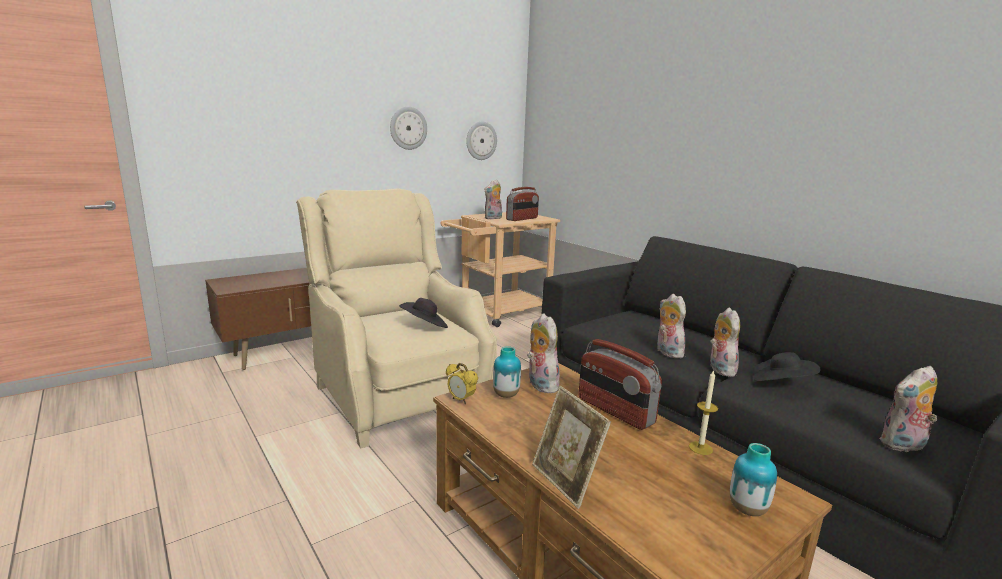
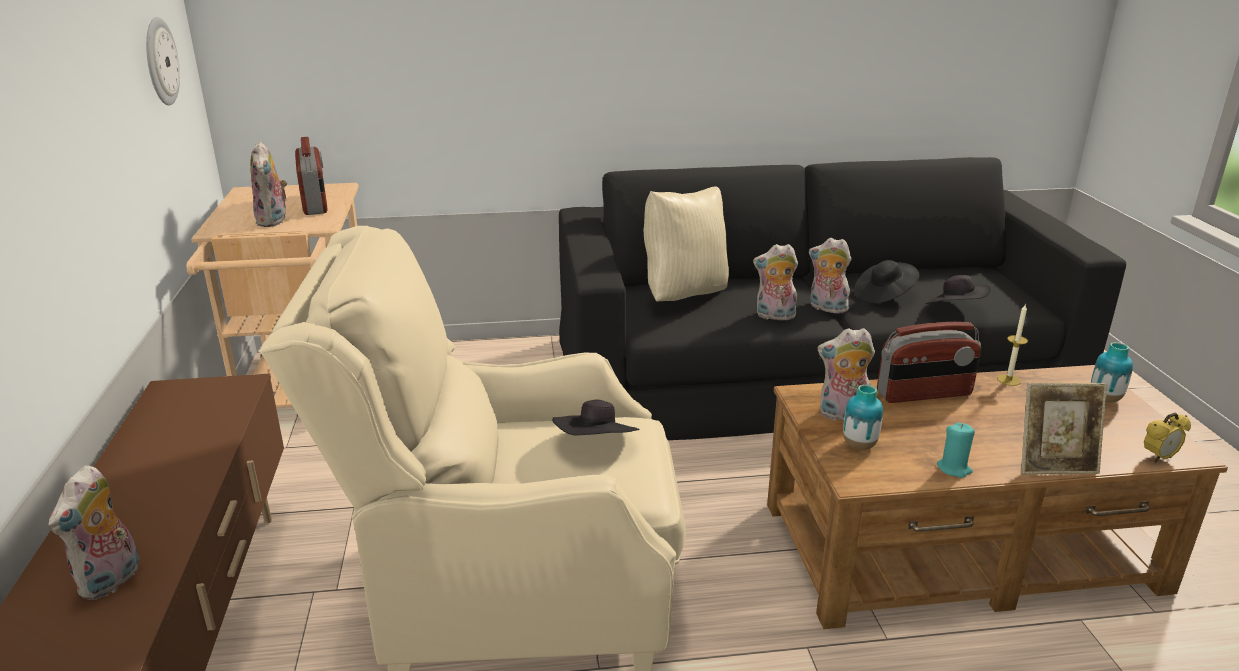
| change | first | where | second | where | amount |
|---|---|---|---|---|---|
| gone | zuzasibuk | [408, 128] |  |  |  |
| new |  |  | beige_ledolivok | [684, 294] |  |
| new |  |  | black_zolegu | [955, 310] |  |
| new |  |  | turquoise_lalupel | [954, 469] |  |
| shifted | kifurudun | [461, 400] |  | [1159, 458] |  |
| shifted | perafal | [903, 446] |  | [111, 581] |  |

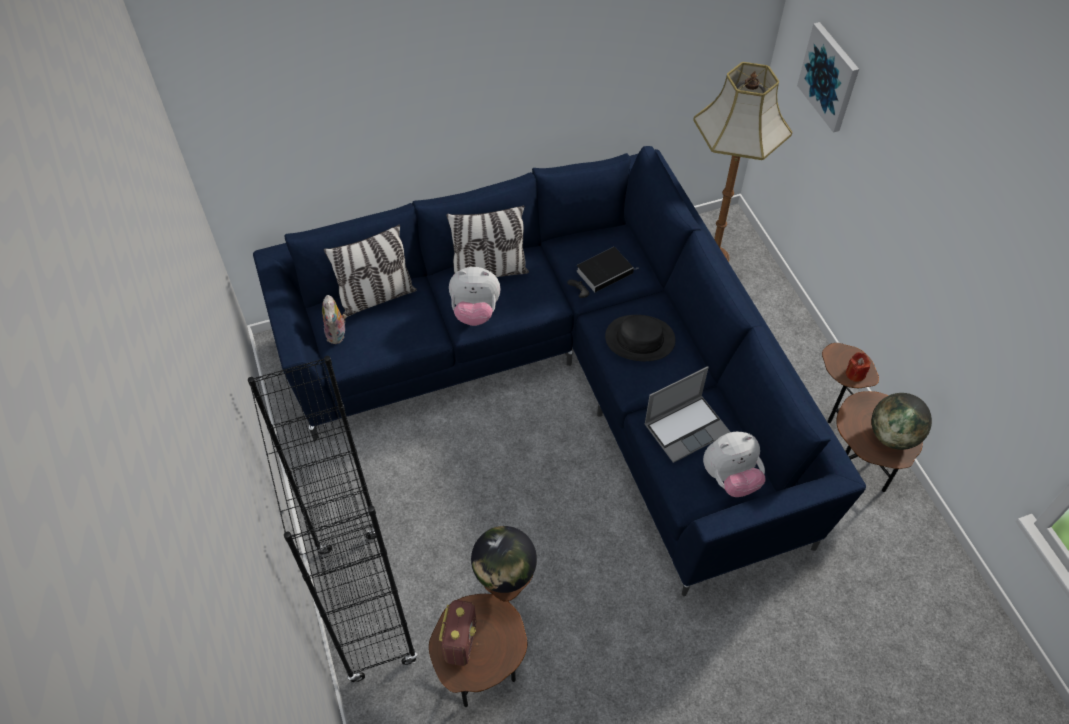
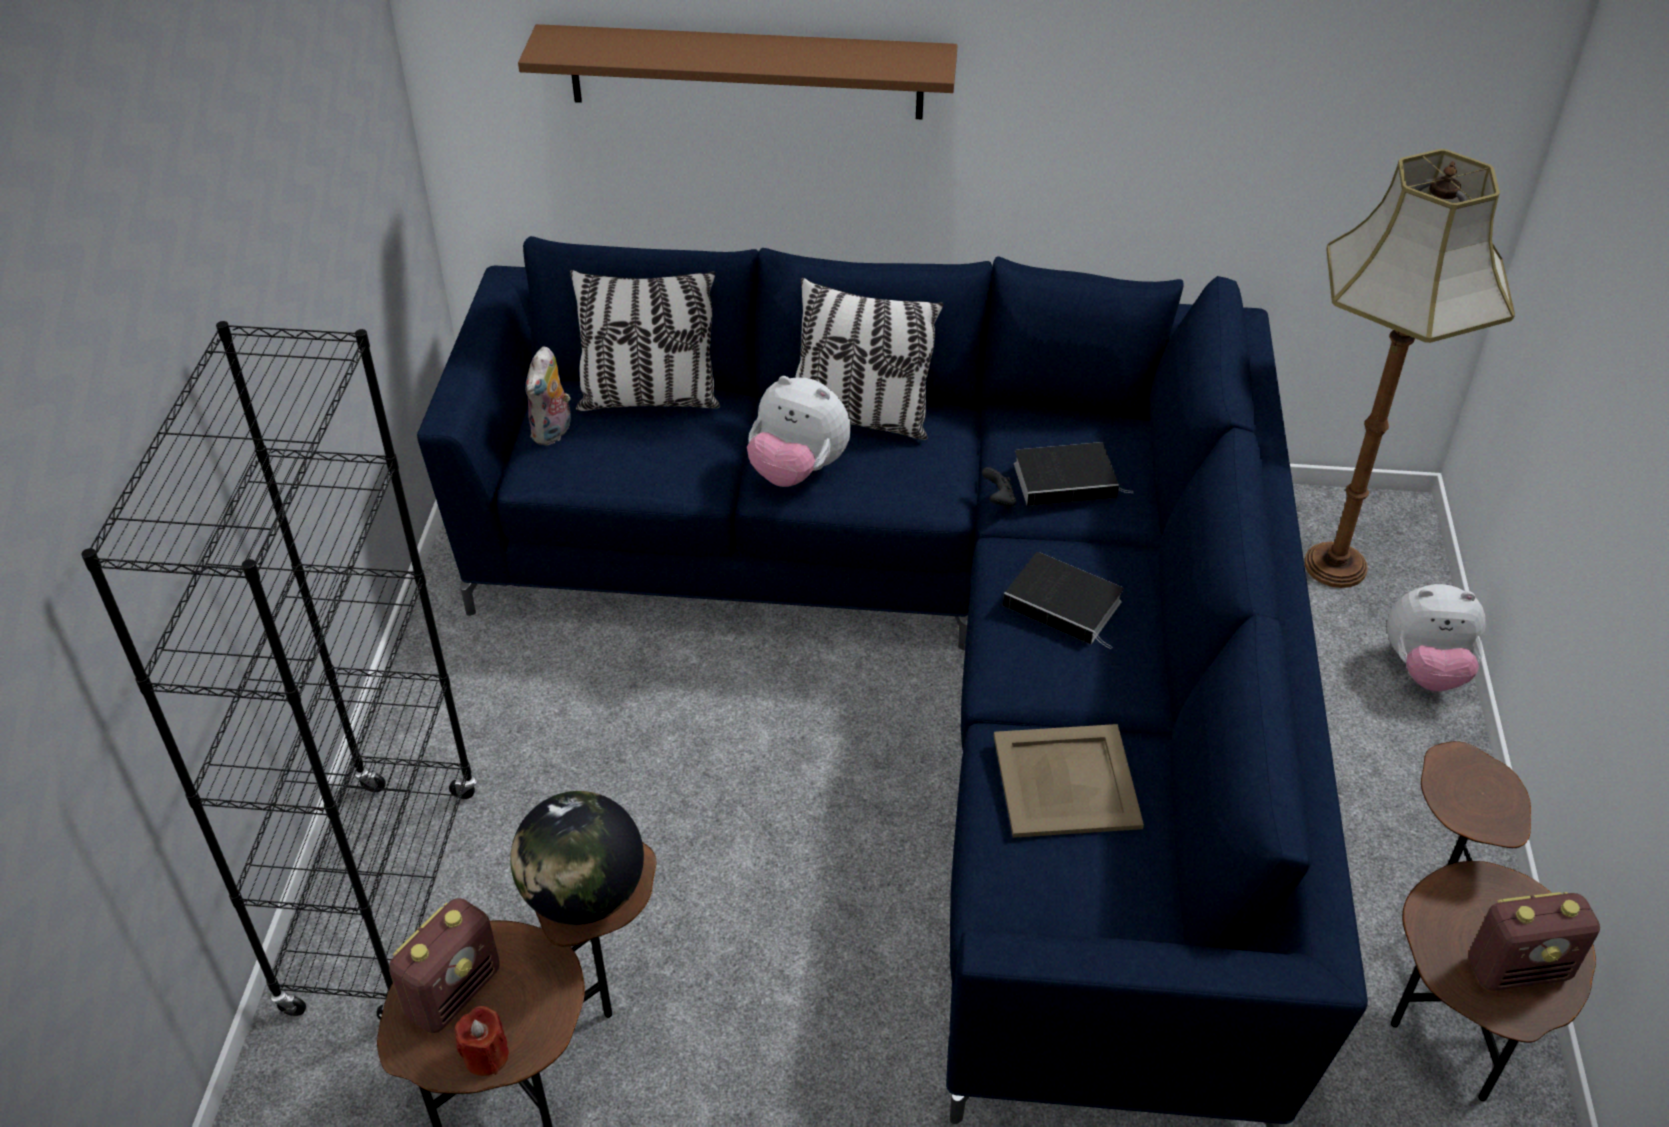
| change | first | where | second | where | amount |
|---|---|---|---|---|---|
| gone | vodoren | [829, 77] |  |  |  |
| new |  |  | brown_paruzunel | [746, 72] |  |
| shifted | perafal | [730, 478] |  | [1425, 669] |  |
| shifted | red_lalupel | [855, 374] |  | [486, 1056] |  |
| swapped | black_zolegu | [640, 339] | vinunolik | [1066, 604] |  |
| swapped | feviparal | [686, 428] | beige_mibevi | [1067, 780] |  |
| swapped | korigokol | [892, 436] | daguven | [1519, 969] |  |

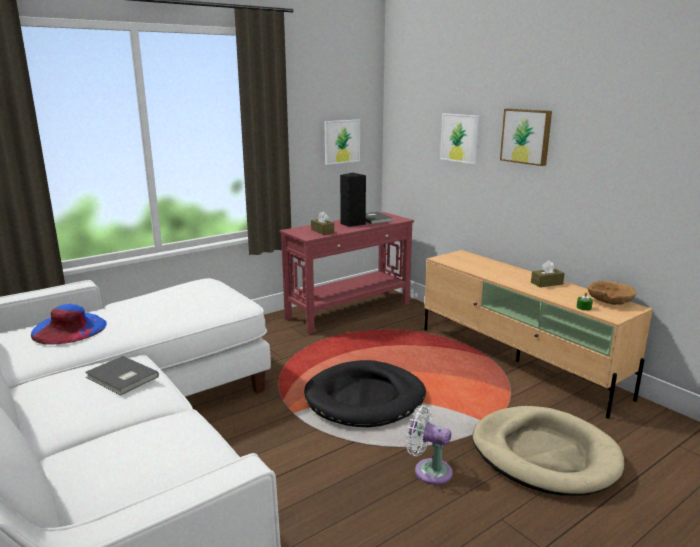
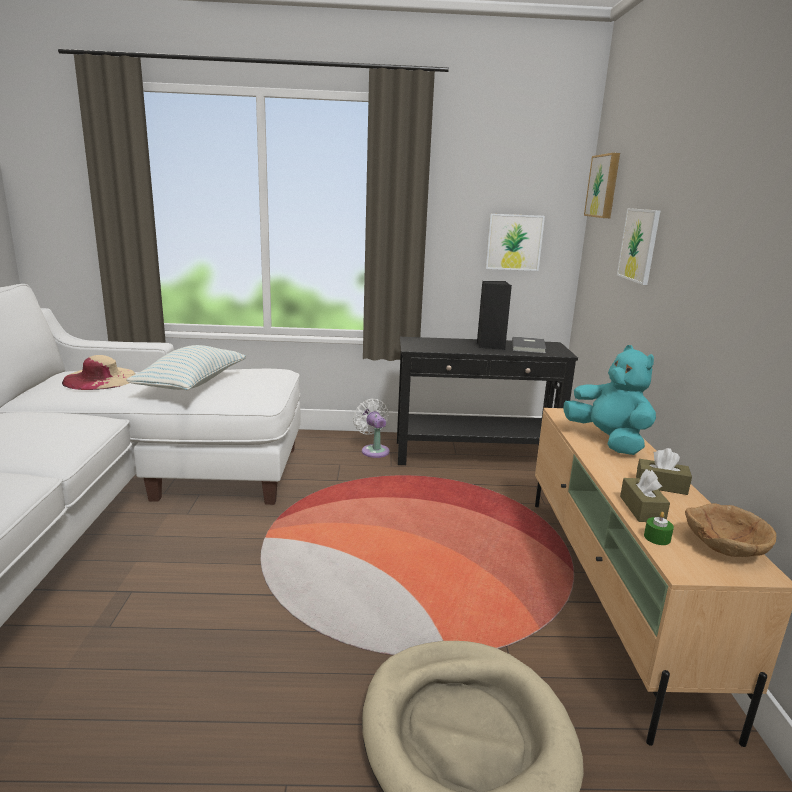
| change | first | where | second | where | amount |
|---|---|---|---|---|---|
| gone | grey_vinunolik | [121, 378] |  |  |  |
| gone | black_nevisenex | [365, 398] |  |  |  |
| new |  |  | ledolivok | [192, 384] |  |
| new |  |  | turquoise_perafal | [608, 441] |  |
| shifted | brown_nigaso | [322, 231] |  | [642, 509] |  |
| shifted | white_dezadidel | [429, 470] |  | [374, 450] |  |
| shifted | vodoren | [526, 136] |  | [604, 186] |  |
| repainted | blue_zolegu | [69, 328] | beige_zolegu | [100, 379] |  |
| repainted | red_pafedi | [349, 311] | black_pafedi | [476, 455] |  |

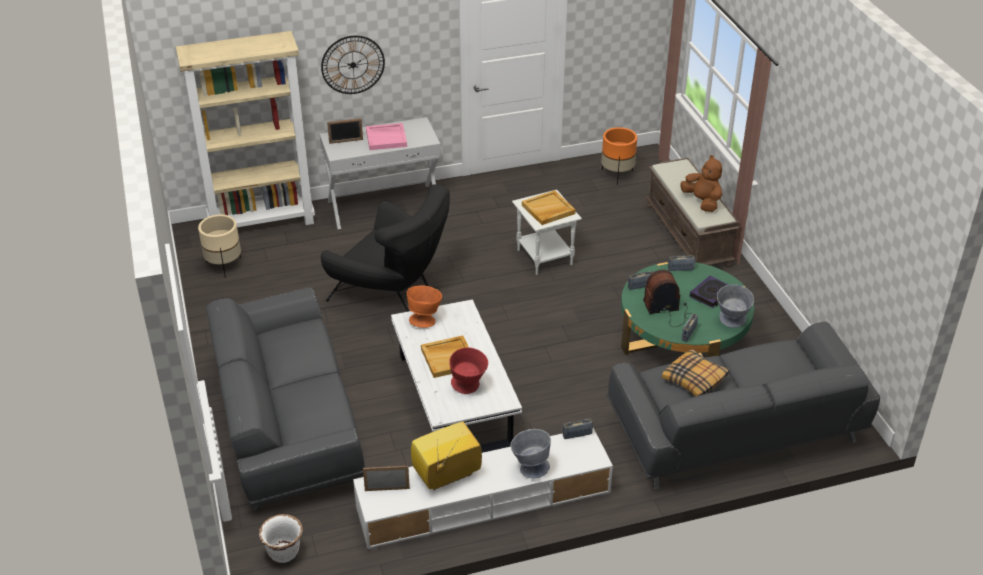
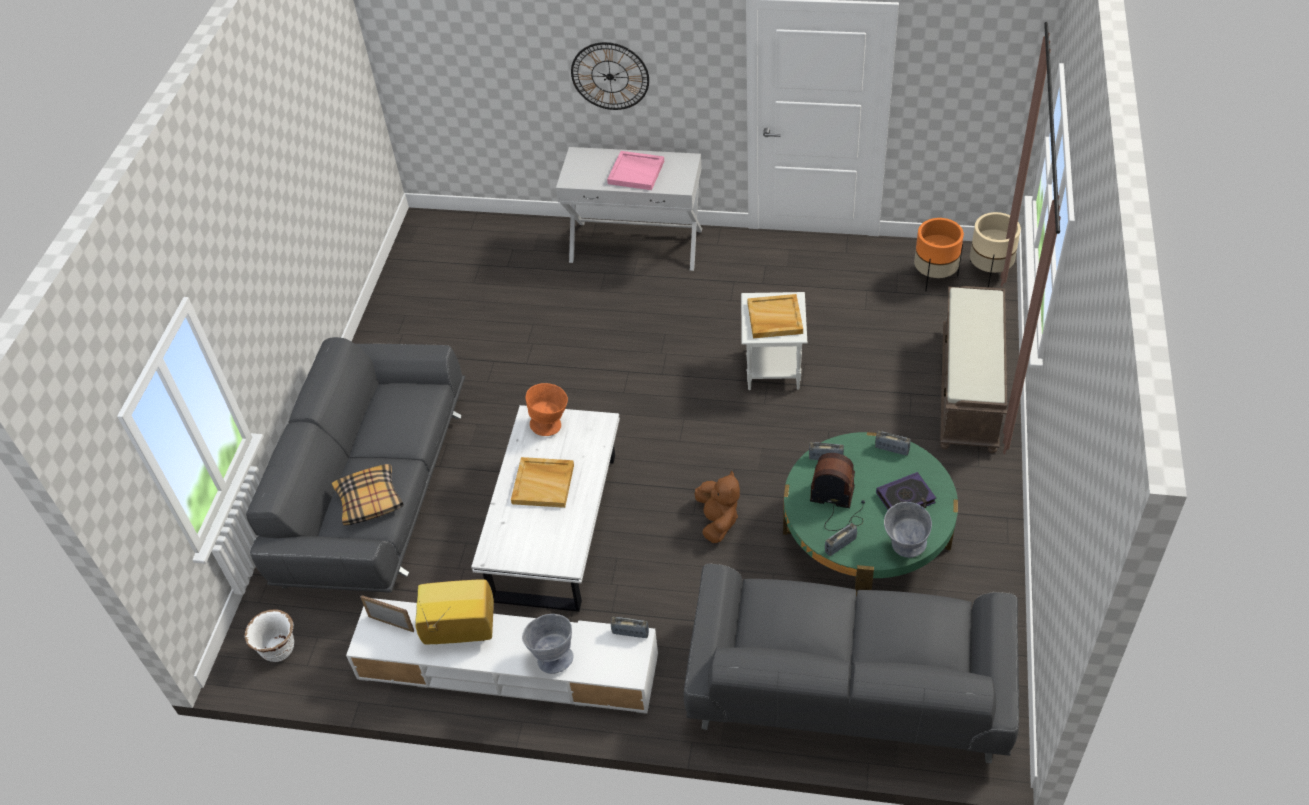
| change | first | where | second | where | amount |
|---|---|---|---|---|---|
| gone | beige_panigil | [262, 222] |  |  |  |
| gone | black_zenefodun | [392, 292] |  |  |  |
| gone | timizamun | [346, 141] |  |  |  |
| gone | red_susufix | [469, 387] |  |  |  |
| shifted | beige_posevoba | [224, 265] |  | [989, 271] |  |
| shifted | ledolivok | [695, 380] |  | [369, 500] |  |
| shifted | brown_perafal | [702, 202] |  | [718, 521] |  |

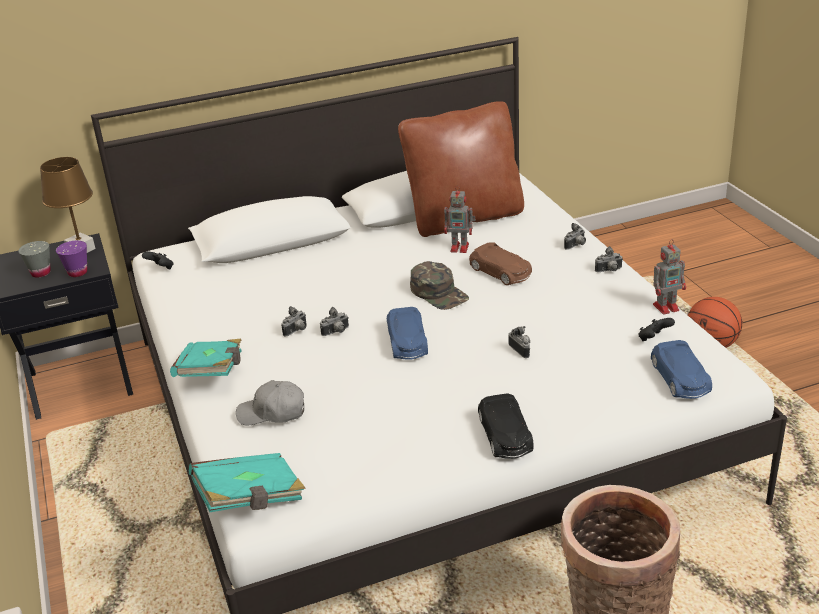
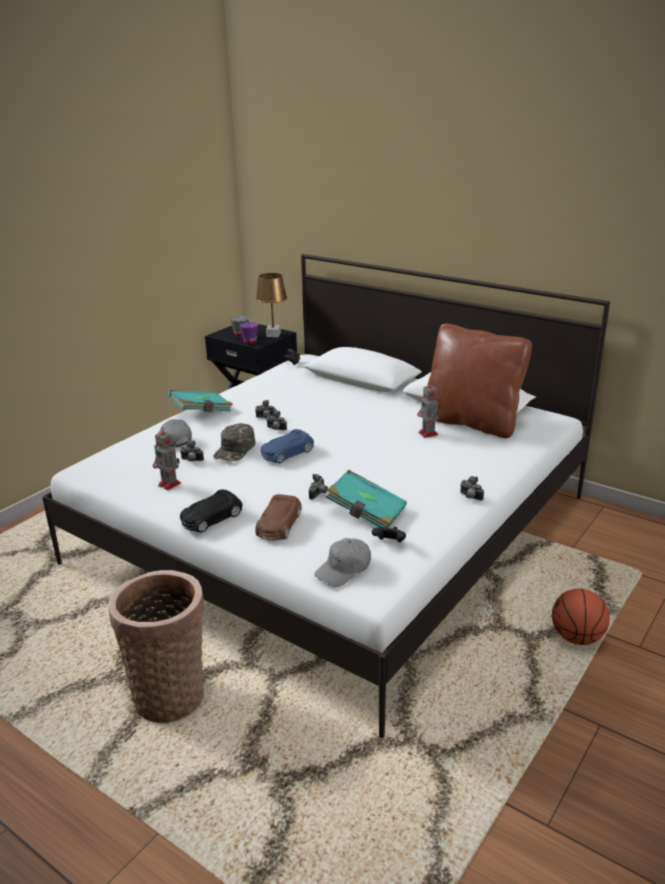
| change | first | where | second | where | amount |
|---|---|---|---|---|---|
| shifted | turquoise_vinunolik | [250, 498] |  | [366, 513] |  |
| shifted | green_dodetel | [439, 293] |  | [235, 449] |  |
| shifted | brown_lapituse | [501, 272] |  | [279, 525] |  |
| shifted | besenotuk | [576, 246] |  | [191, 460] |  |
| shifted | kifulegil | [667, 307] |  | [170, 484] |  |
| swapped | blue_lapituse | [680, 378] | grey_dodetel | [344, 569] |  |

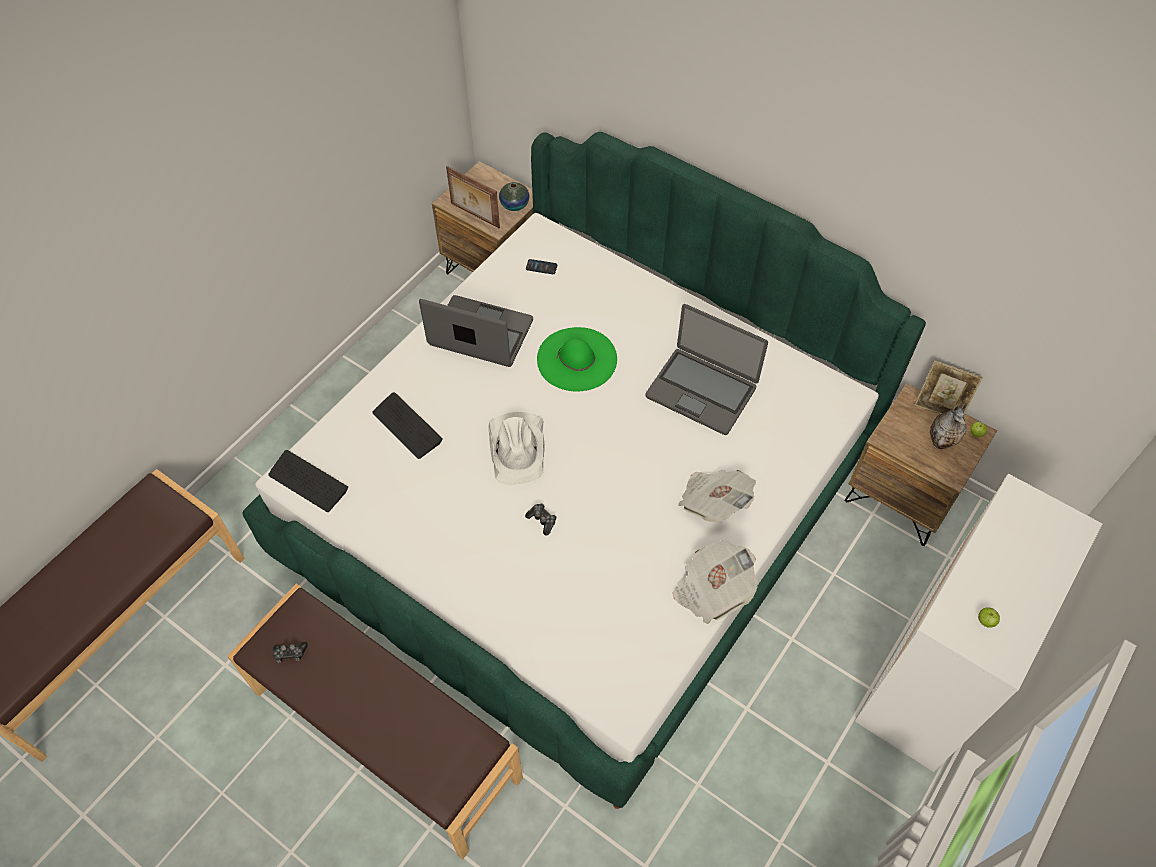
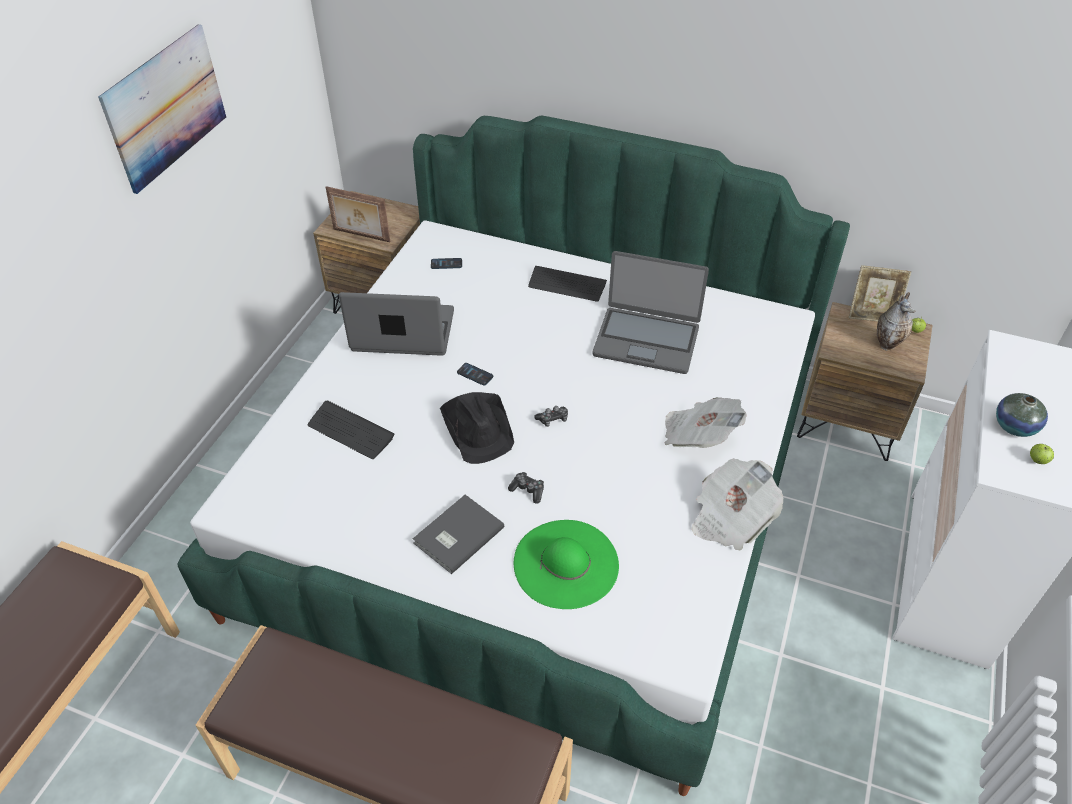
| change | first | where | second | where | amount |
|---|---|---|---|---|---|
| new |  |  | vodoren | [166, 107] |  |
| new |  |  | grey_vinunolik | [456, 535] |  |
| new |  |  | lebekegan | [475, 374] |  |
| shifted | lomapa | [308, 482] |  | [567, 285] |  |
| shifted | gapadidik | [290, 654] |  | [553, 419] |  |
| shifted | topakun | [514, 205] |  | [1015, 426] |  |
| shifted | green_zolegu | [577, 359] |  | [566, 563] |  |
| repainted | white_zolegu | [518, 448] | black_zolegu | [478, 427] |  |

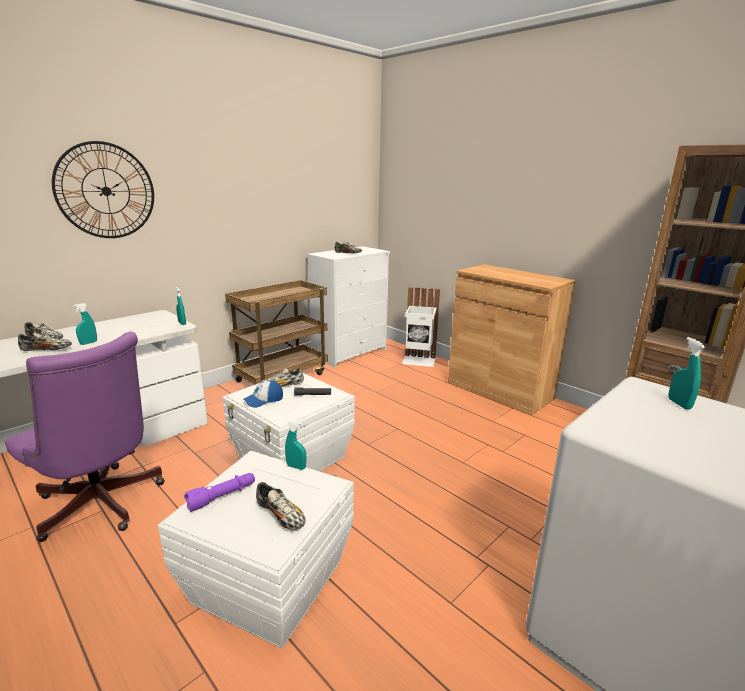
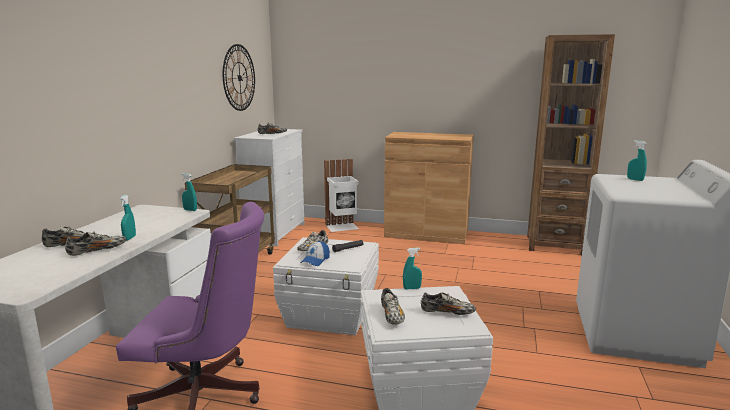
| change | first | where | second | where | amount |
|---|---|---|---|---|---|
| shifted | zuzasibuk | [106, 191] |  | [239, 78] |  |
| swapped | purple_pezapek | [222, 497] | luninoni | [392, 316] |  |

